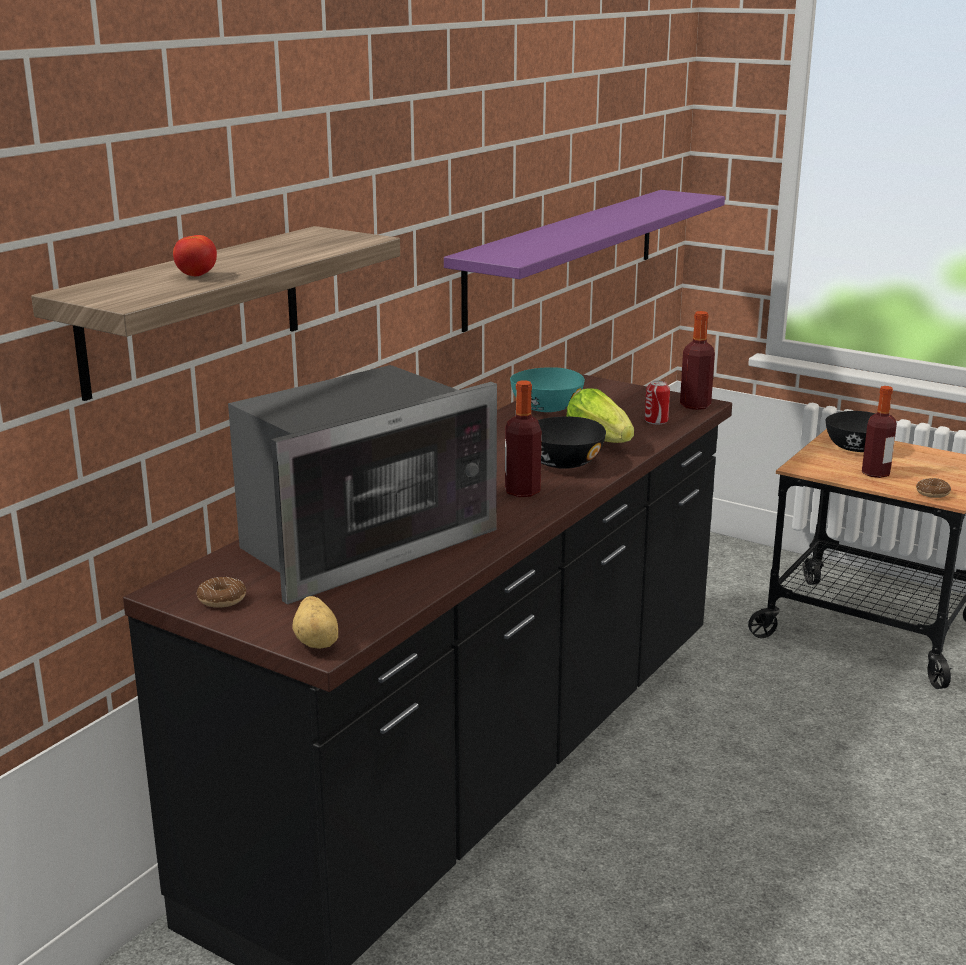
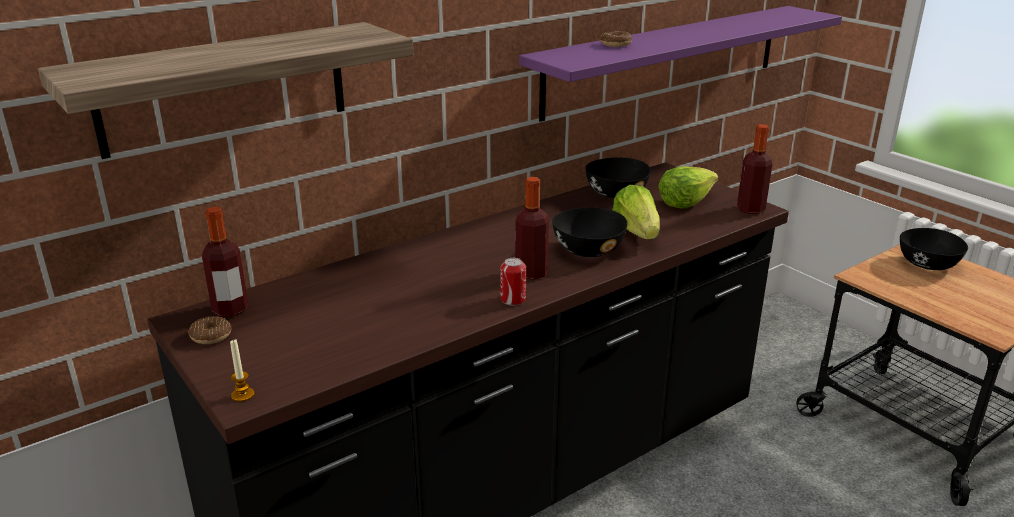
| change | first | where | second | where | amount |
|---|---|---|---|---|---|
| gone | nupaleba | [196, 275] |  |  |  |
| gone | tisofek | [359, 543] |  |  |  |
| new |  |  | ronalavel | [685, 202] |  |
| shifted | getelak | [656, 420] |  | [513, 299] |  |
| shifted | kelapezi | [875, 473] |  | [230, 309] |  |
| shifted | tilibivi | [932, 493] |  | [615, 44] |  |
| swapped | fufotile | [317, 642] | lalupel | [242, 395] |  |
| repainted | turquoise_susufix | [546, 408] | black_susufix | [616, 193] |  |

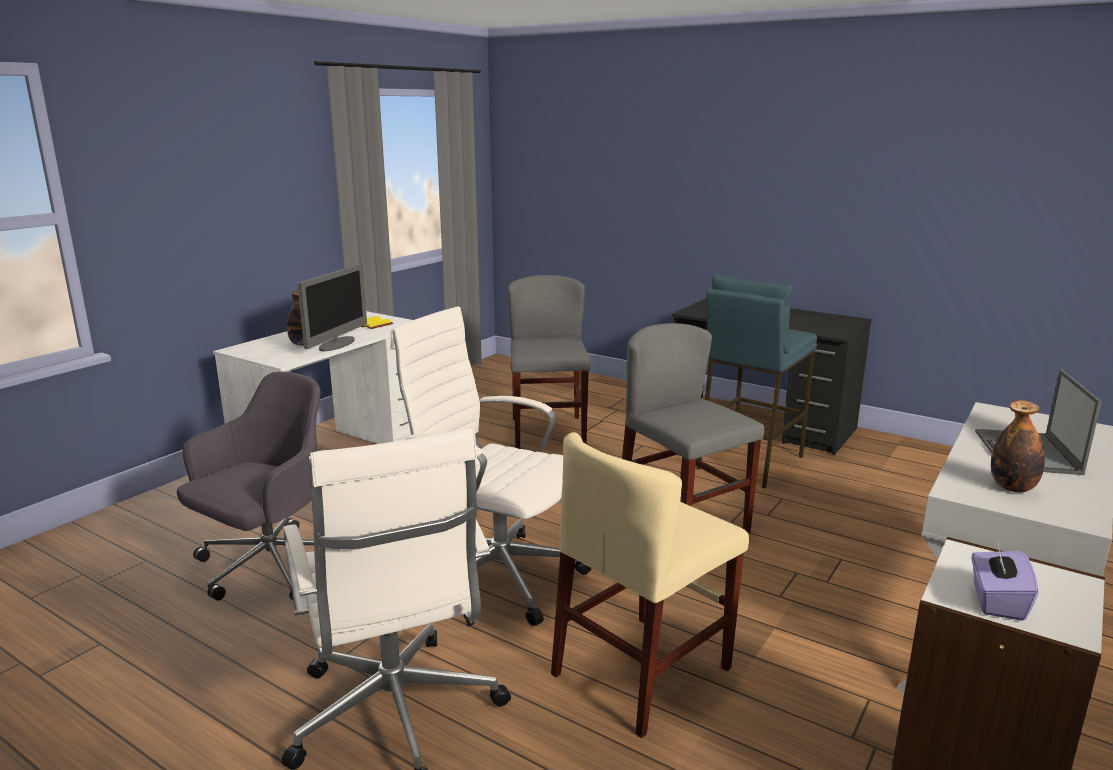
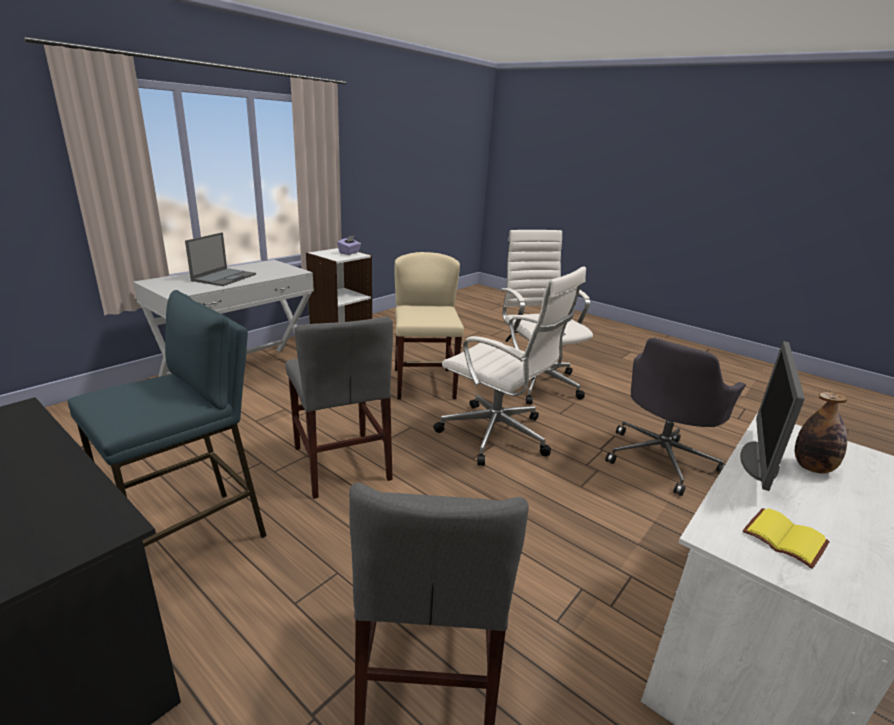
| change | first | where | second | where | amount |
|---|---|---|---|---|---|
| gone | kelapezi | [1012, 488] |  |  |  |
| rotated | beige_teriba | [642, 671] |  | [424, 383] | 60 degrees counterclockwise |

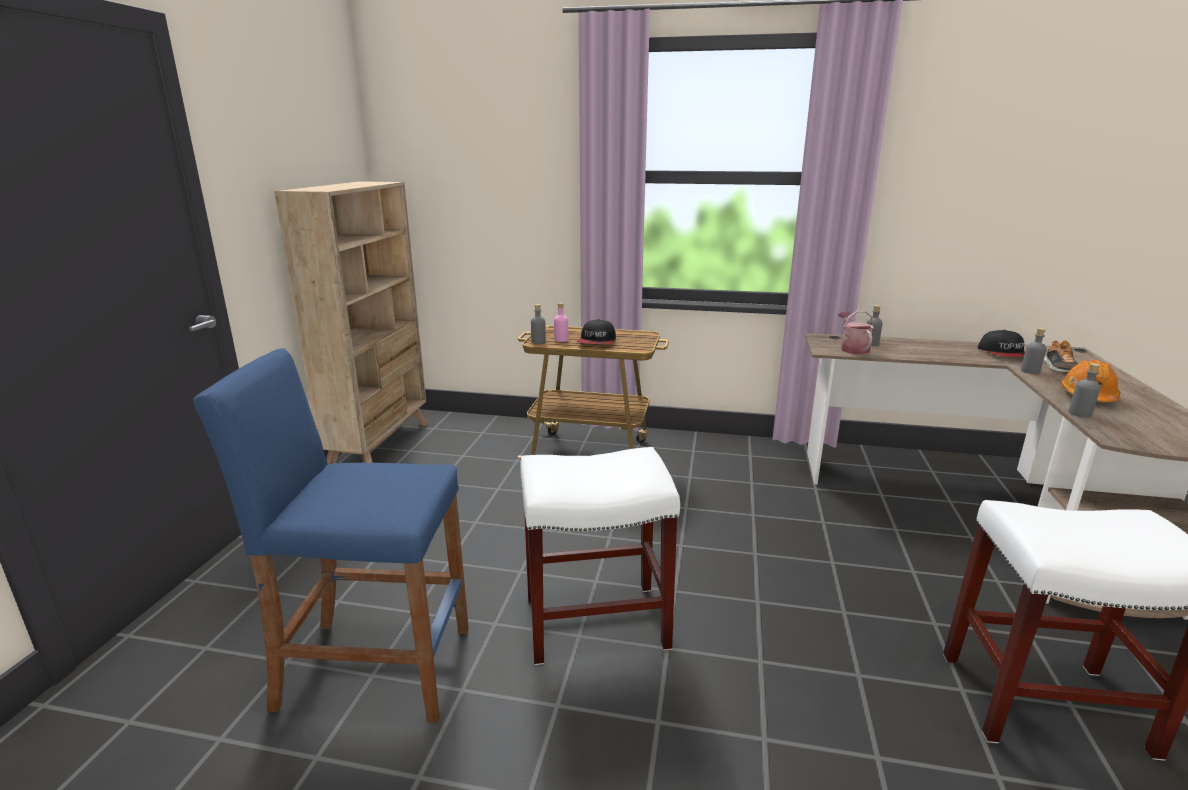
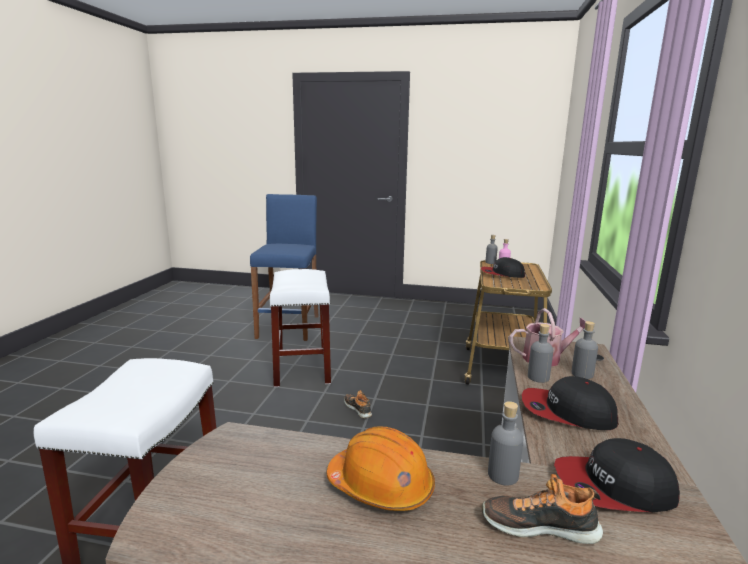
| change | first | where | second | where | amount |
|---|---|---|---|---|---|
| gone | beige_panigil | [380, 445] |  |  |  |
| new |  |  | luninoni | [358, 409] |  |
| new |  |  | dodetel | [567, 412] |  |
| shifted | grey_kelapezi | [1080, 413] |  | [538, 377] |  |

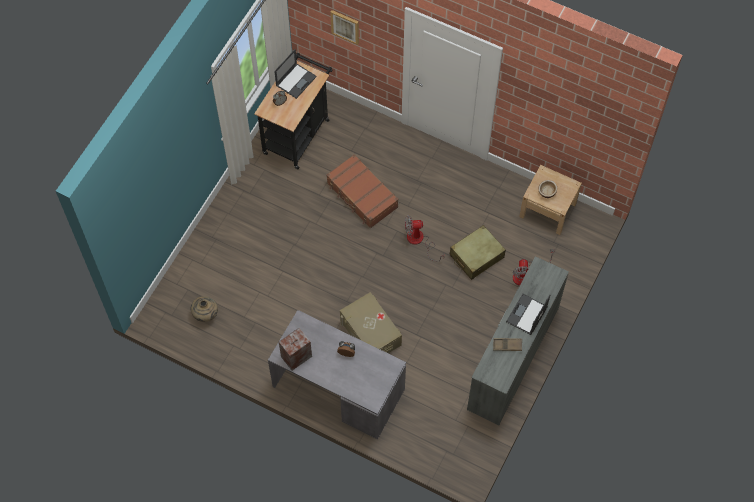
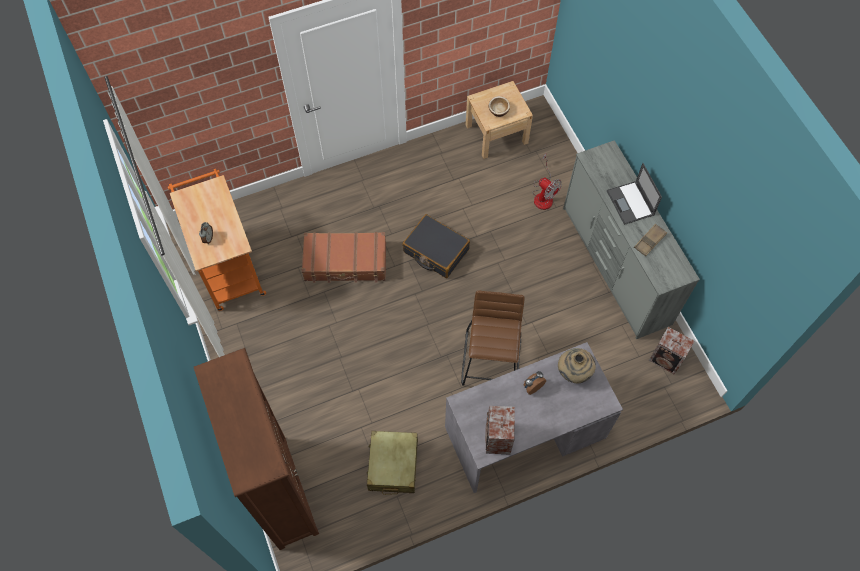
| change | first | where | second | where | amount |
|---|---|---|---|---|---|
| gone | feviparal | [296, 80] |  |  |  |
| gone | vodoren | [345, 26] |  |  |  |
| new |  |  | brown_panigil | [282, 491] |  |
| new |  |  | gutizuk | [666, 360] |  |
| shifted | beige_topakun | [205, 315] |  | [573, 373] |  |
| shifted | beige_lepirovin | [476, 256] |  | [393, 465] |  |
| swapped | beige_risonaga | [370, 333] | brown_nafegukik | [491, 361] |  |
| swapped | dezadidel | [419, 241] | black_lepirovin | [435, 251] |  |
| repainted | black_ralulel | [298, 133] | orange_ralulel | [228, 265] |  |

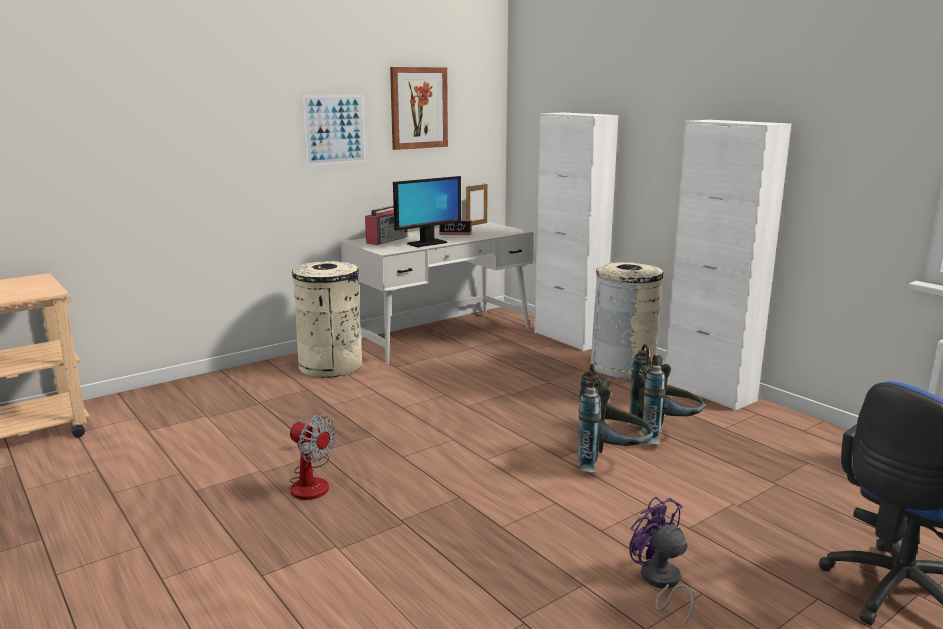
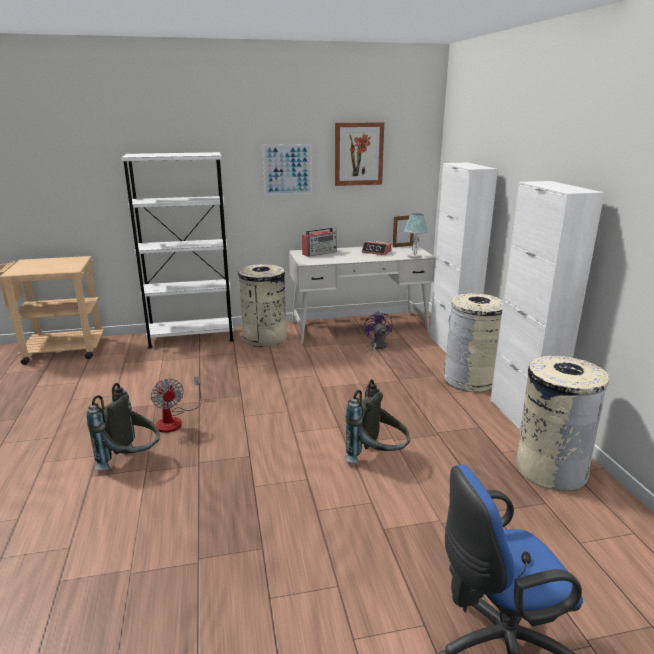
| change | first | where | second | where | amount |
|---|---|---|---|---|---|
| gone | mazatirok | [426, 243] |  |  |  |
| new |  |  | white_panigil | [191, 337] |  |
| new |  |  | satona | [414, 256] |  |
| new |  |  | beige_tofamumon | [550, 469] |  |
| shifted | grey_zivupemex | [664, 435] |  | [132, 462] |  |
| shifted | purple_dezadidel | [660, 583] |  | [376, 347] |  |

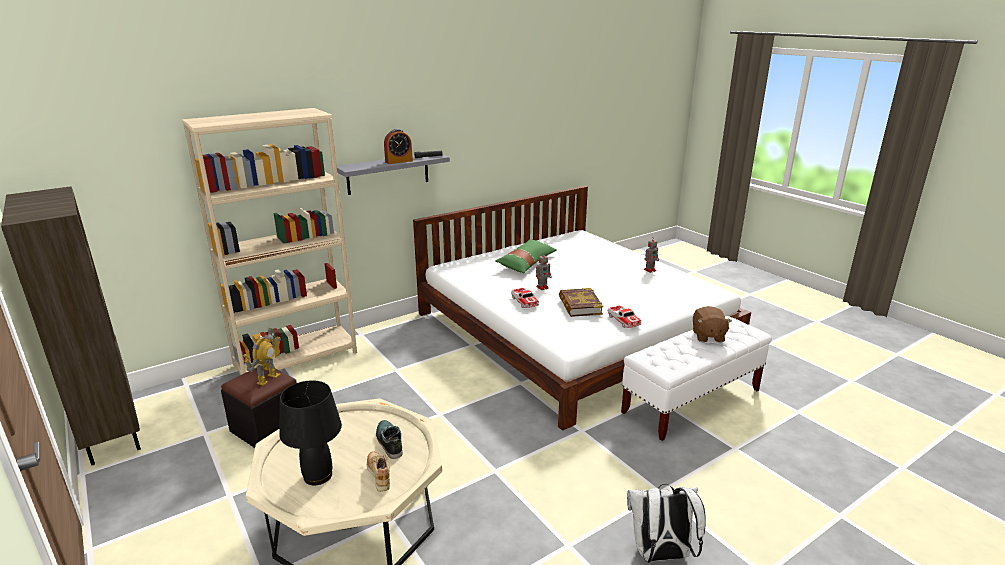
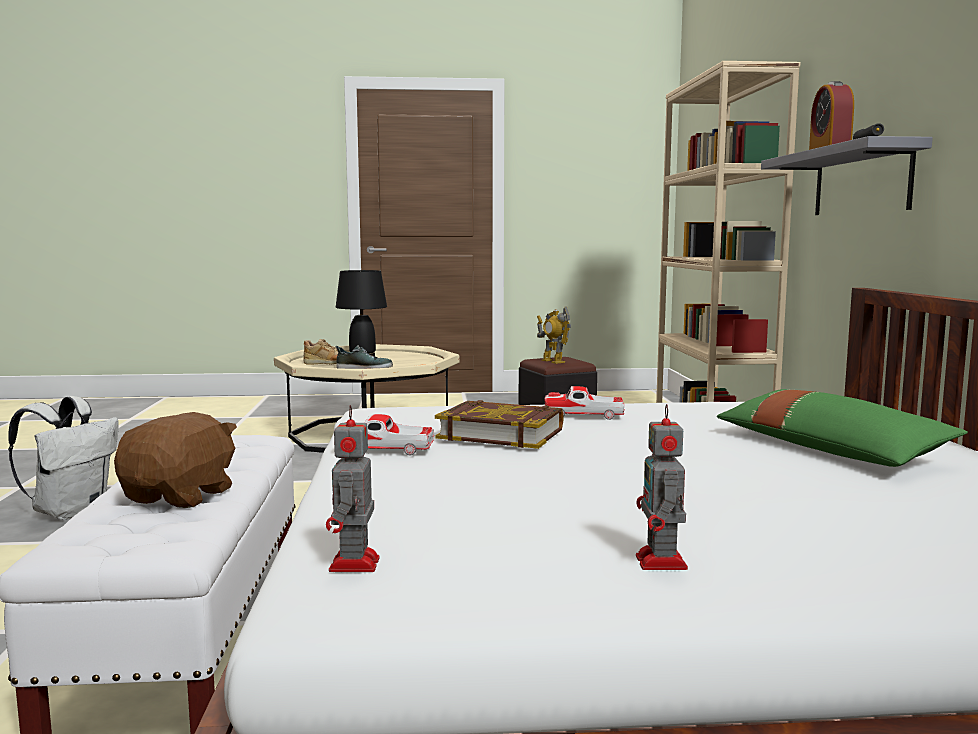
| change | first | where | second | where | amount |
|---|---|---|---|---|---|
| gone | brown_panigil | [110, 434] |  |  |  |
| shifted | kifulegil | [543, 287] |  | [354, 565] |  |
| rotated | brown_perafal | [707, 336] |  | [181, 496] | 75 degrees clockwise |

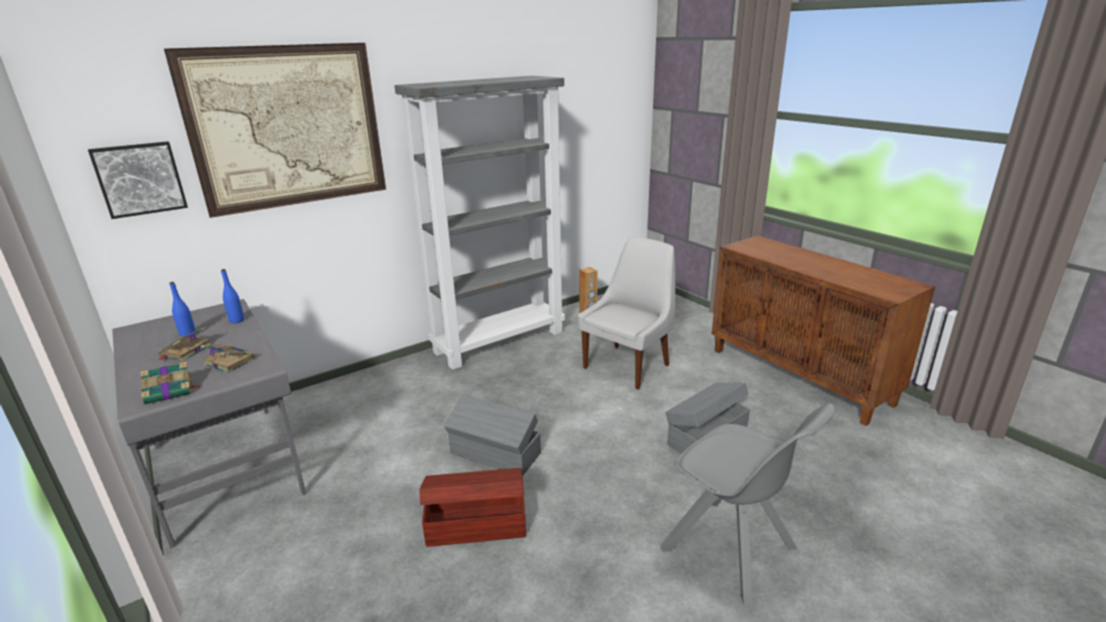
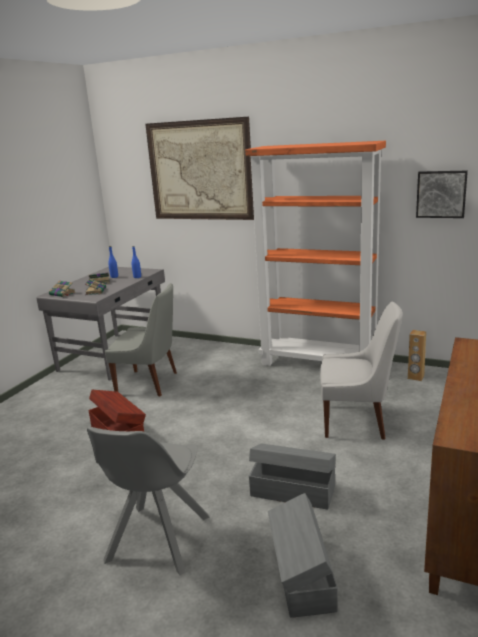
| change | first | where | second | where | amount |
|---|---|---|---|---|---|
| new |  |  | grey_teriba | [150, 383] |  |
| shifted | vodoren | [140, 179] |  | [441, 194] |  |
| shifted | grey_risonaga | [495, 454] |  | [302, 576] |  |
| repainted | grey_panigil | [500, 341] | orange_panigil | [319, 363] |  |

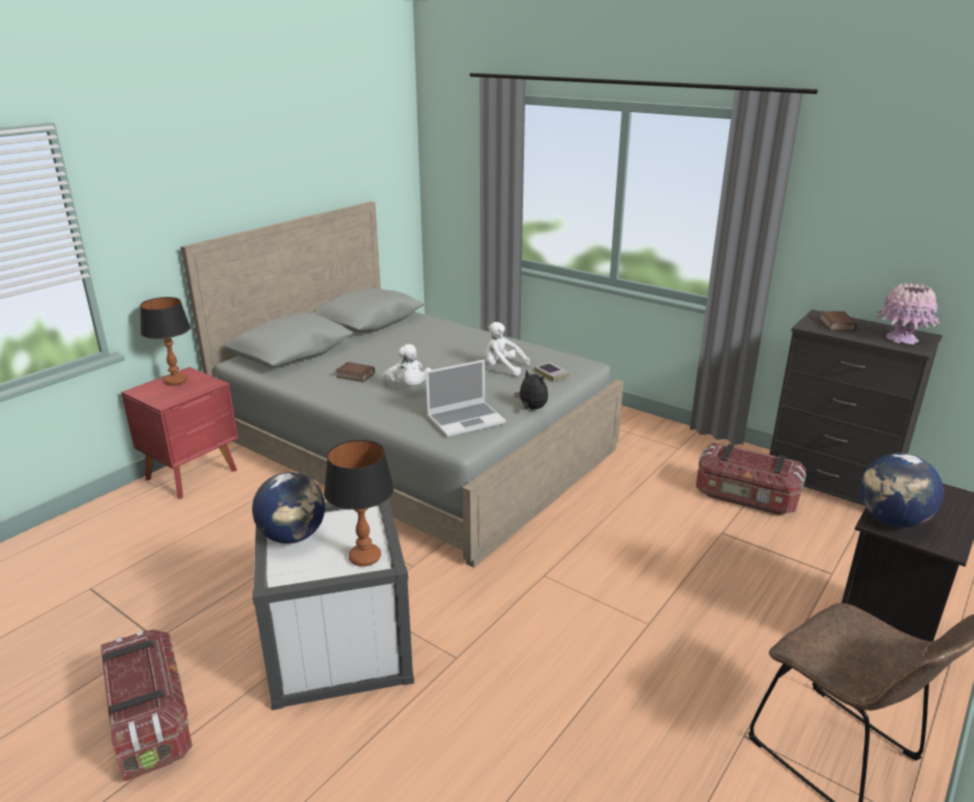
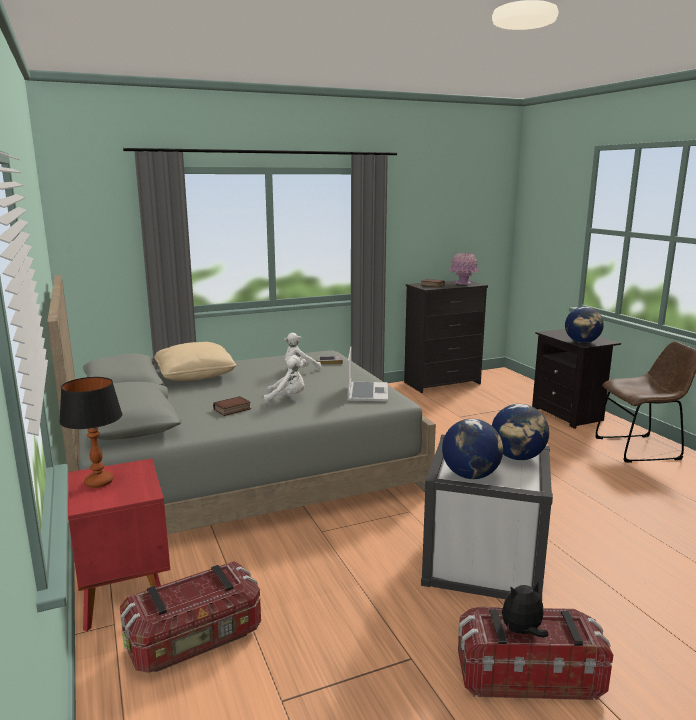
| change | first | where | second | where | amount |
|---|---|---|---|---|---|
| new |  |  | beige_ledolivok | [195, 375] |  |
| shifted | perafal | [531, 408] |  | [522, 632] |  |
| shifted | risonaga | [746, 498] |  | [195, 640] |  |
| swapped | satona | [365, 558] | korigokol | [518, 457] |  |

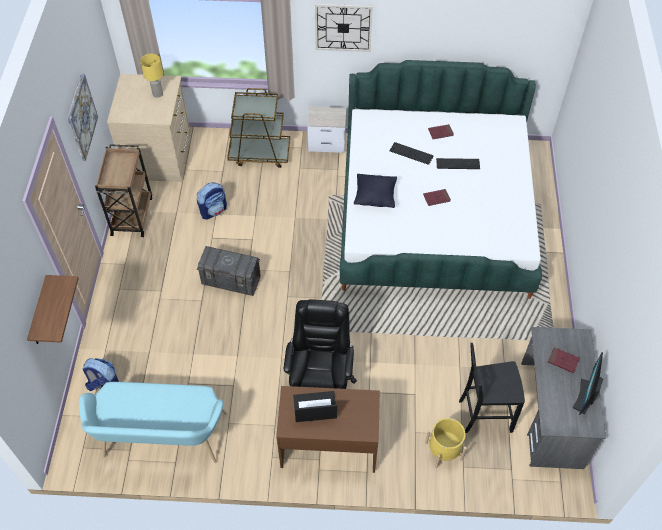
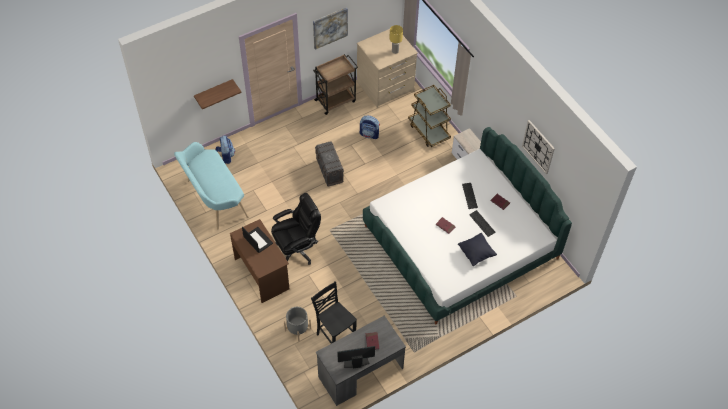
| change | first | where | second | where | amount |
|---|---|---|---|---|---|
| shifted | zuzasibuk | [343, 27] |  | [538, 147] |  |
| shifted | black_ledolivok | [375, 197] |  | [476, 253] |  |
| repainted | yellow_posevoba | [443, 451] | grey_posevoba | [297, 329] |  |

